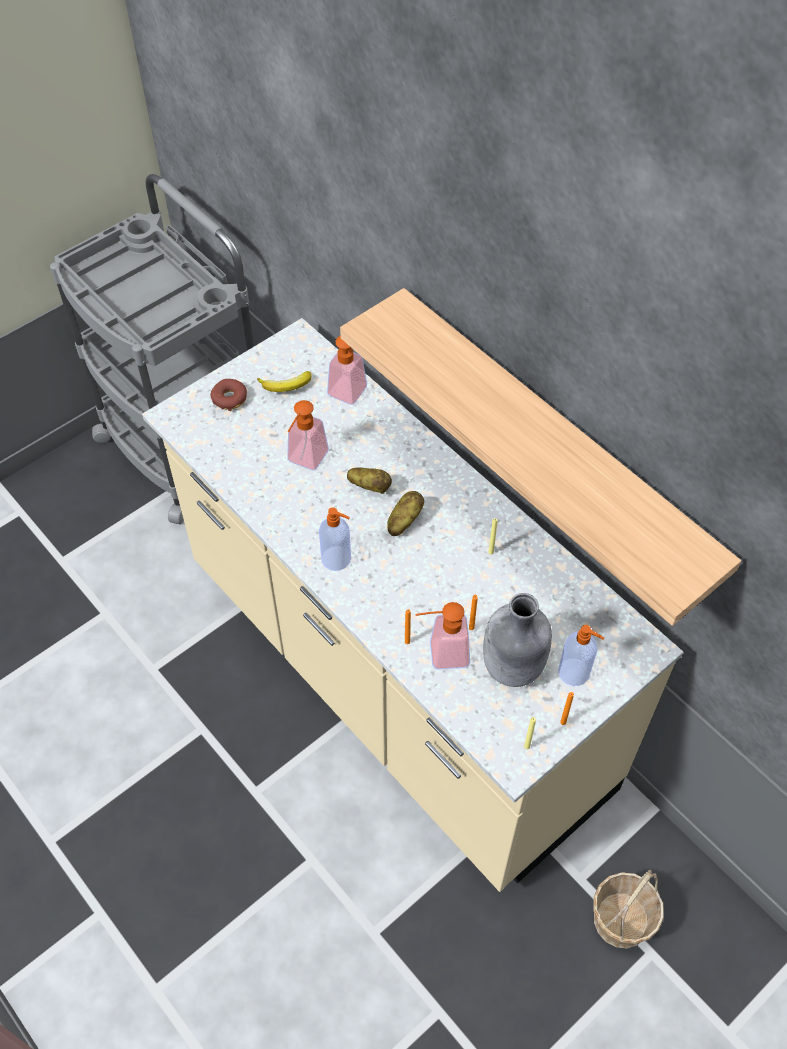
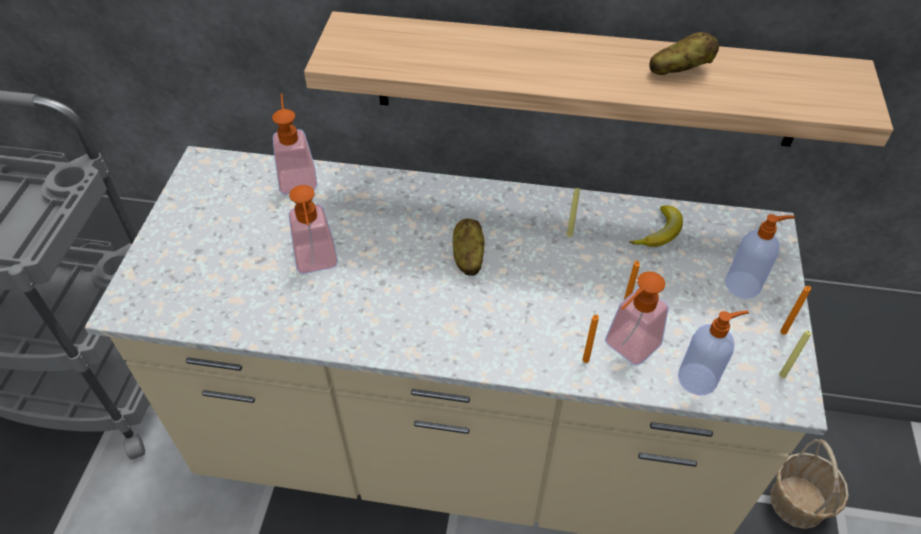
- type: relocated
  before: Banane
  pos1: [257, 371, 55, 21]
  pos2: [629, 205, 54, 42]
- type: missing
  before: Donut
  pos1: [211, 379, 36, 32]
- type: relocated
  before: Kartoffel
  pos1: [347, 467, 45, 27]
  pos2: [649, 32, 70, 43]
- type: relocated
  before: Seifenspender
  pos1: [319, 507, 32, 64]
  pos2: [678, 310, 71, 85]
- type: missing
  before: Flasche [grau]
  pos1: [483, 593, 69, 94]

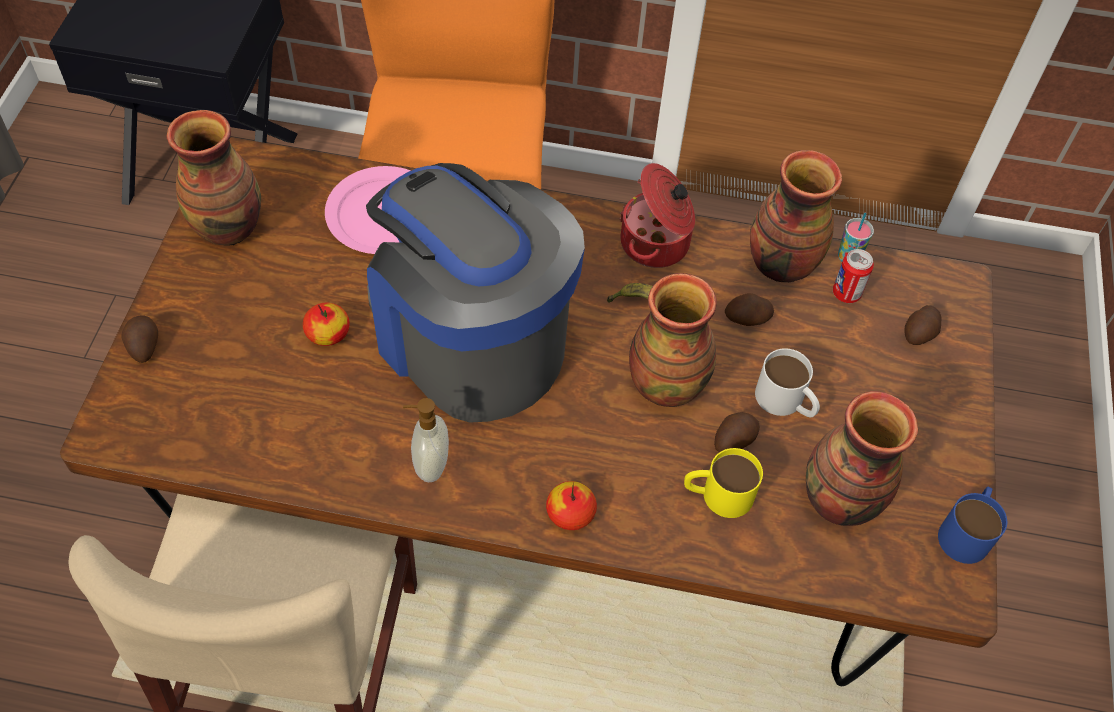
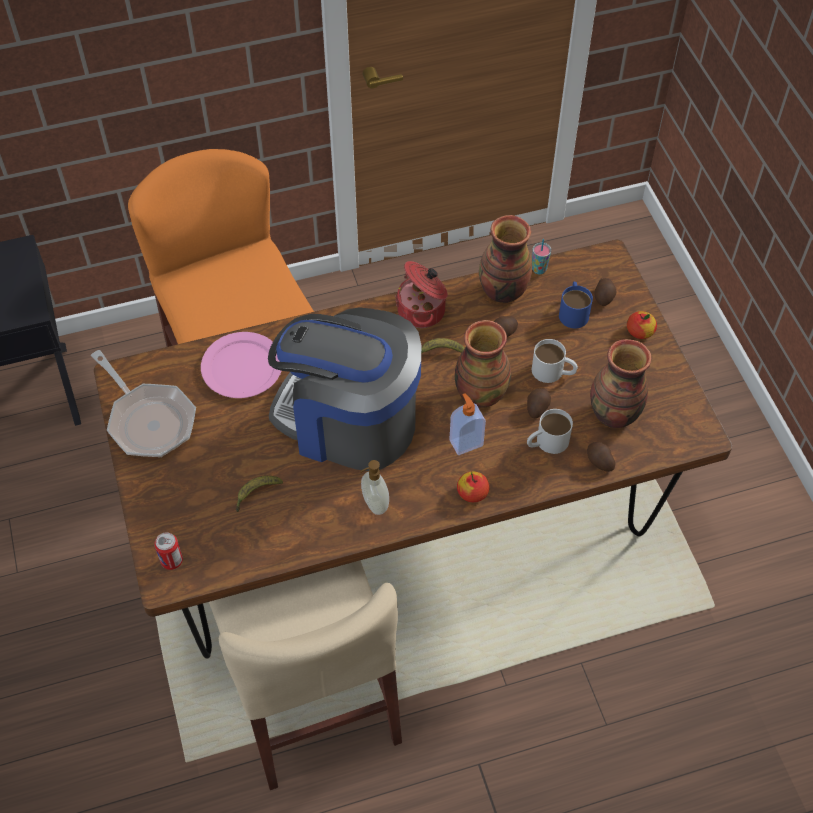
- type: exchanged
  before: Vase
  after: Pfanne
  pos1: [167, 110, 94, 136]
  pos2: [91, 350, 105, 107]
- type: relocated
  before: Dose
  pos1: [833, 249, 41, 54]
  pos2: [154, 532, 29, 38]
- type: relocated
  before: Apfel
  pos1: [303, 303, 47, 43]
  pos2: [627, 311, 30, 28]
- type: relocated
  before: Kartoffel
  pos1: [122, 315, 36, 48]
  pos2: [587, 442, 29, 30]
- type: colour
  before: Henkelbecher [gelb]
  after: Henkelbecher [weiß]
  pos1: [684, 448, 79, 70]
  pos2: [527, 409, 46, 45]
- type: relocated
  before: Henkelbecher [blau]
  pos1: [938, 486, 69, 78]
  pos2: [559, 282, 34, 46]
- type: appeared
  after: Seifenspender
  pos2: [449, 393, 37, 62]
- type: appeared
  after: Banane
  pos2: [236, 476, 47, 36]

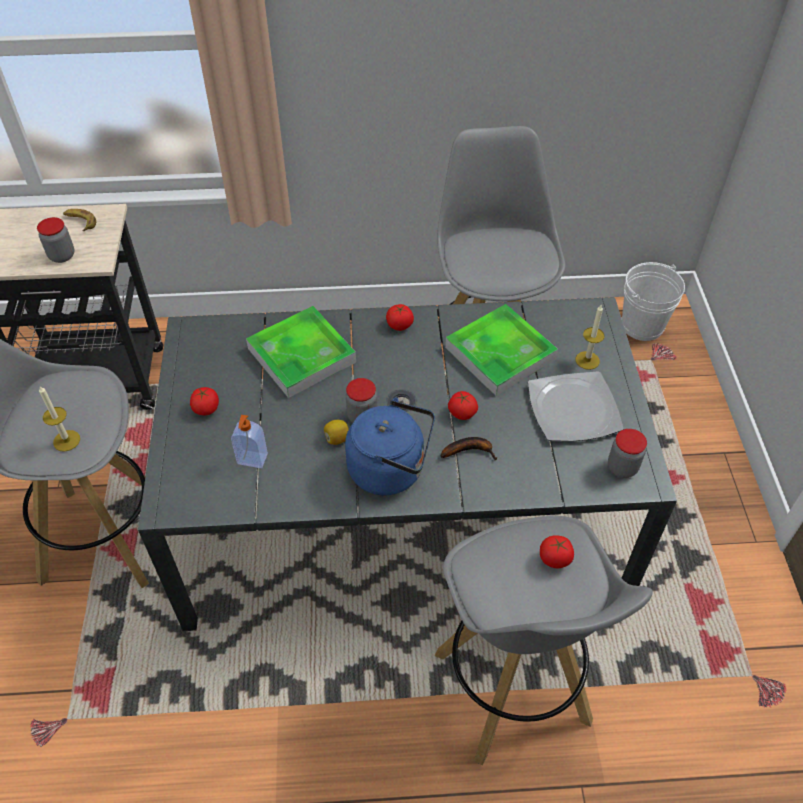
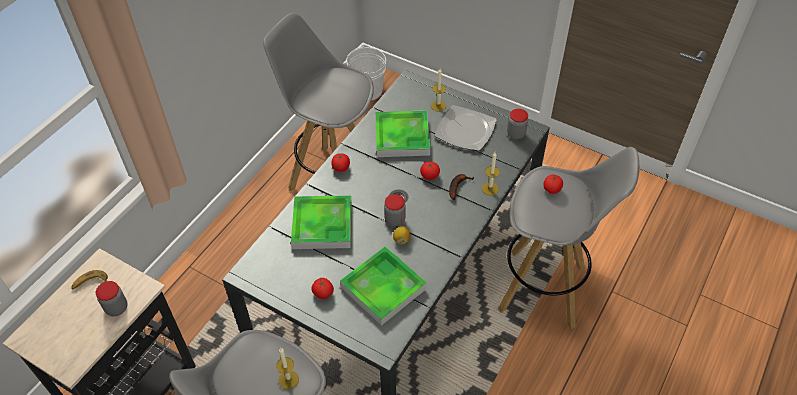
- type: missing
  before: Wasserkessel [blau]
  pos1: [345, 397, 90, 98]
- type: exchanged
  before: Seifenspender
  after: Tablett
  pos1: [231, 415, 37, 53]
  pos2: [340, 246, 87, 80]
- type: appeared
  after: Kerze
  pos2: [482, 152, 18, 43]

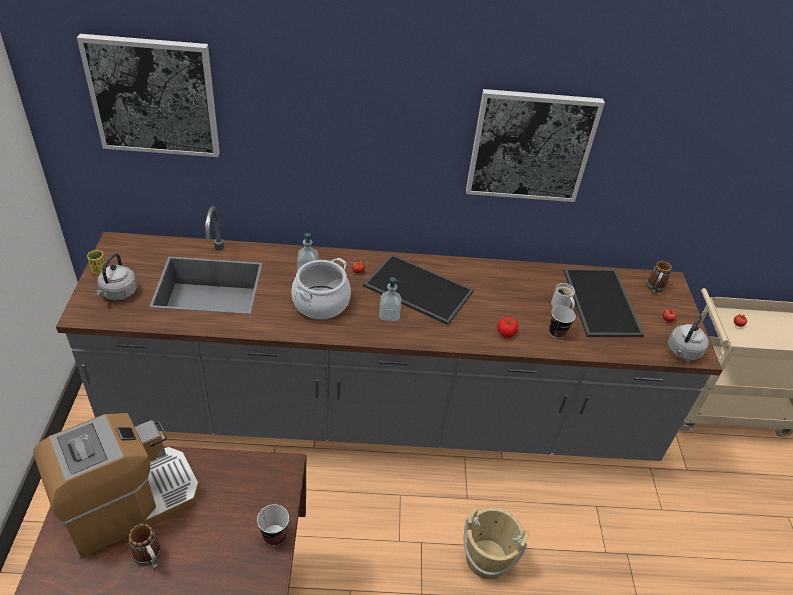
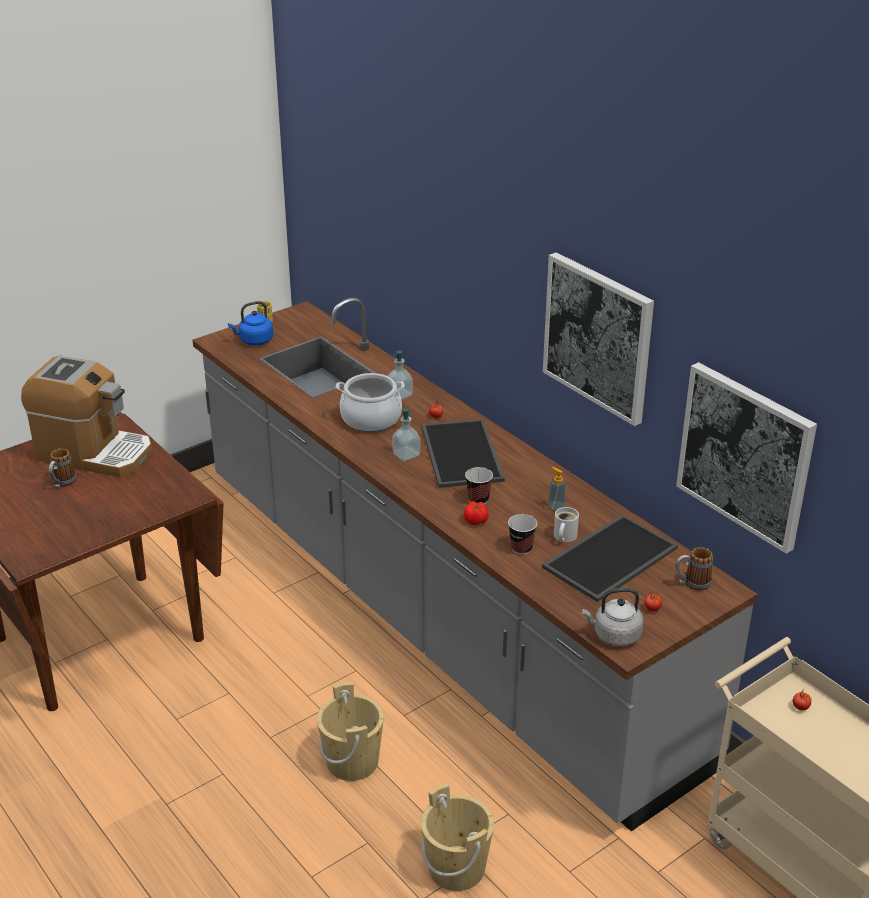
- type: relocated
  before: Bild
  pos1: [77, 34, 143, 123]
  pos2: [676, 362, 141, 192]
- type: colour
  before: Wasserkessel [grau]
  after: Wasserkessel [blau]
  pos1: [95, 253, 42, 48]
  pos2: [228, 301, 46, 44]
- type: relocated
  before: Tasse
  pos1: [257, 504, 32, 42]
  pos2: [465, 467, 28, 37]
- type: appeared
  after: Seifenspender
  pos2: [548, 467, 18, 45]
- type: appeared
  after: Eimer [beige]
  pos2: [421, 783, 73, 108]

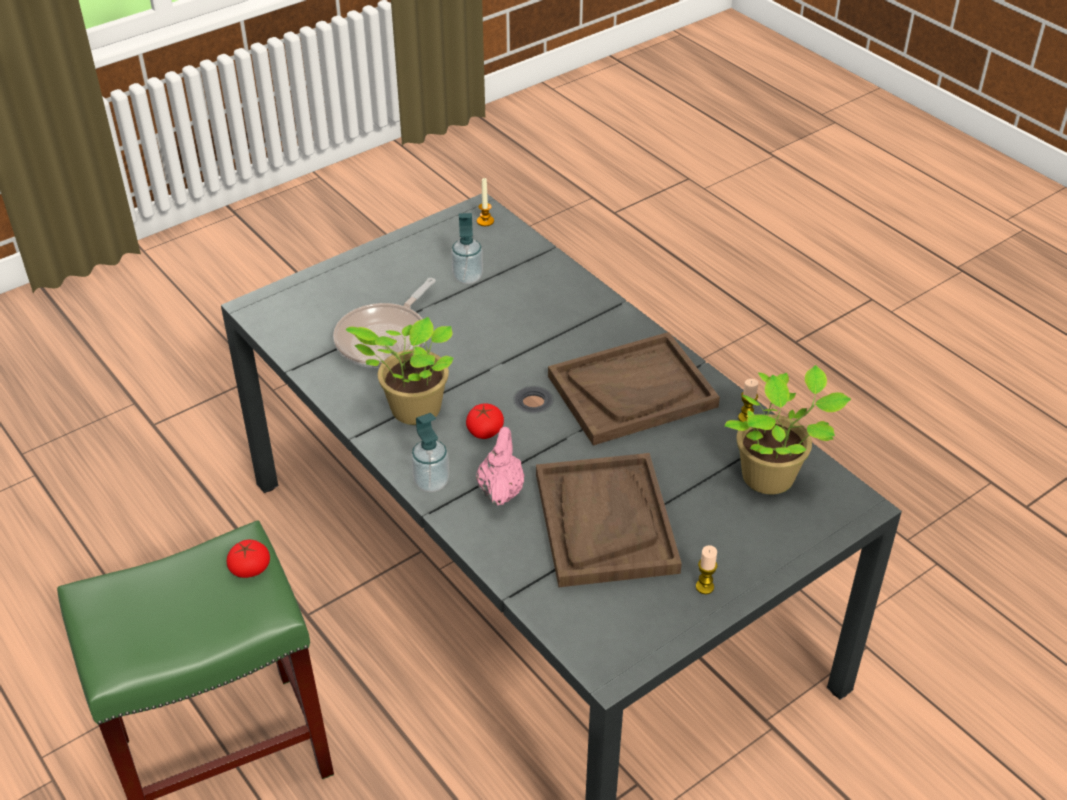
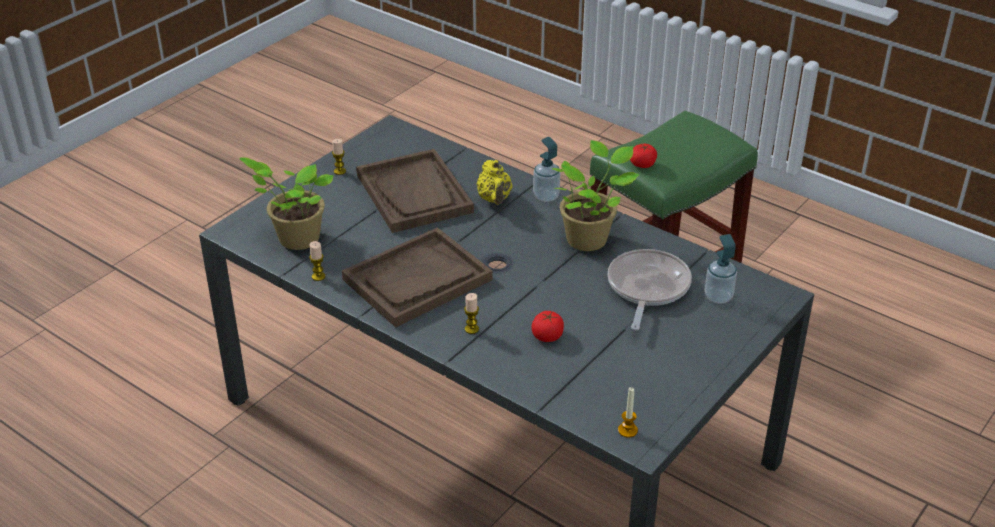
- type: relocated
  before: Seifenspender
  pos1: [451, 213, 32, 71]
  pos2: [705, 234, 32, 70]
- type: relocated
  before: Tomate
  pos1: [466, 403, 38, 36]
  pos2: [531, 311, 33, 31]
- type: colour
  before: Teekanne [rosa]
  after: Teekanne [gelb]
  pos1: [476, 427, 49, 79]
  pos2: [476, 160, 37, 45]
- type: appeared
  after: Kerze
  pos2: [464, 293, 15, 41]

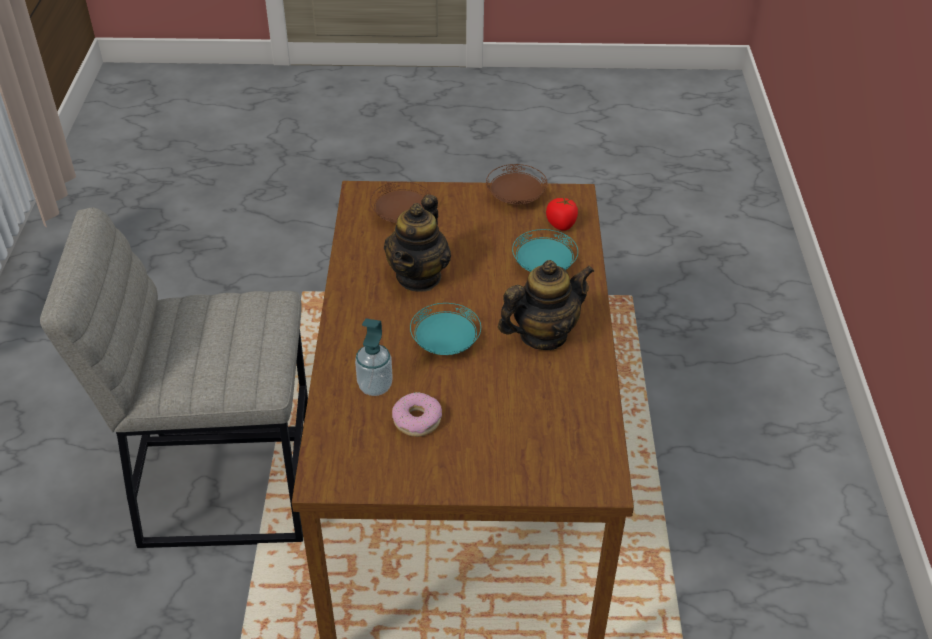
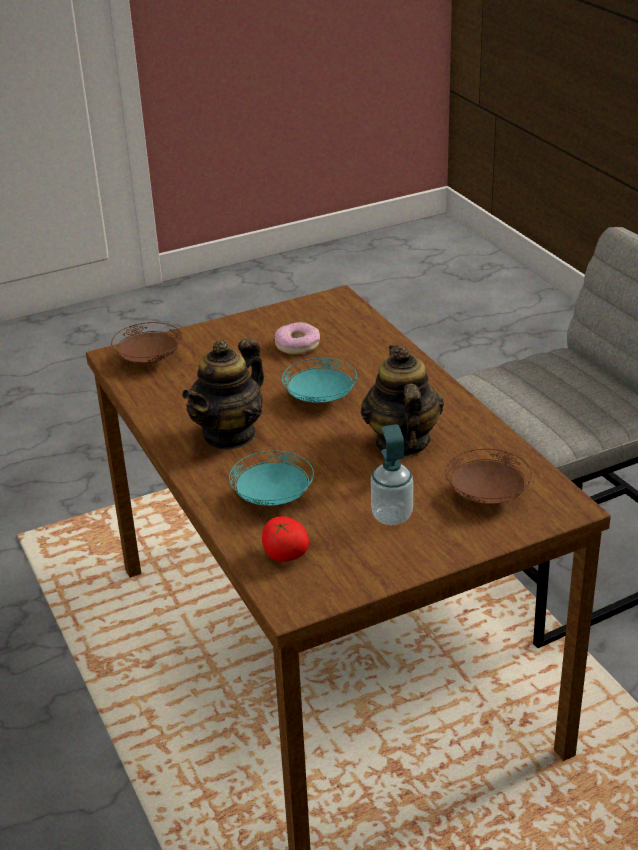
- type: relocated
  before: Teller [braun]
  pos1: [486, 164, 62, 40]
  pos2: [111, 322, 72, 41]
- type: relocated
  before: Seifenspender
  pos1: [355, 319, 38, 77]
  pos2: [371, 424, 42, 101]

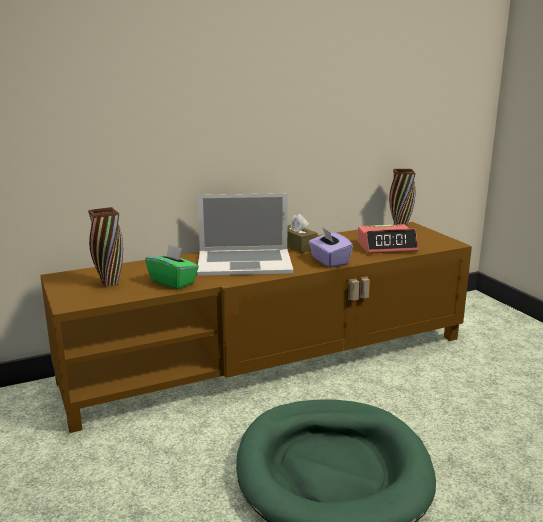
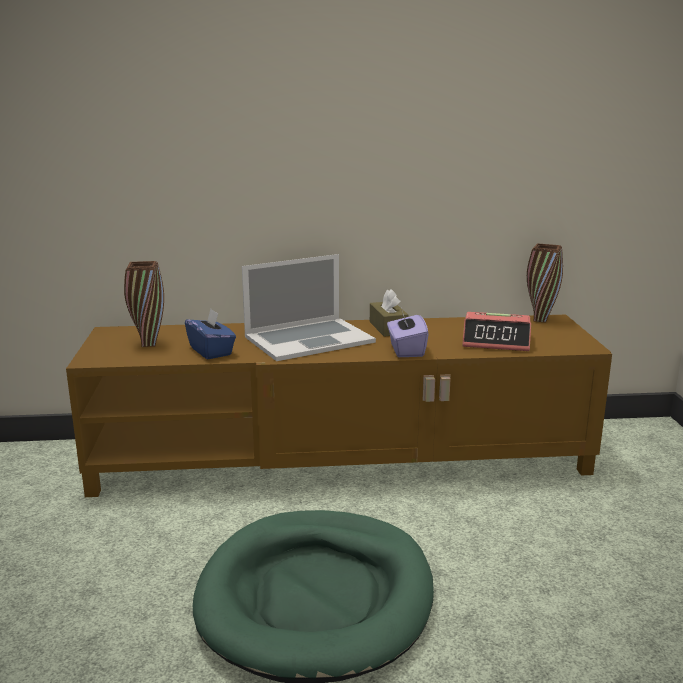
- type: spun
  before: Laptop
  pos1: [197, 193, 96, 83]
  pos2: [242, 254, 134, 107]
  turn: -45
- type: colour
  before: Taschentuchbox [grün]
  after: Taschentuchbox [blau]
  pos1: [145, 244, 54, 45]
  pos2: [185, 309, 51, 50]

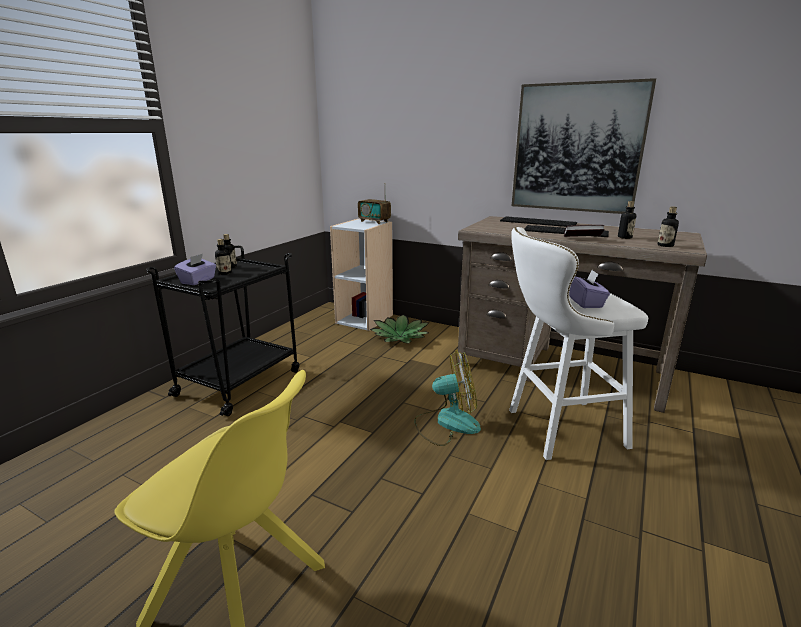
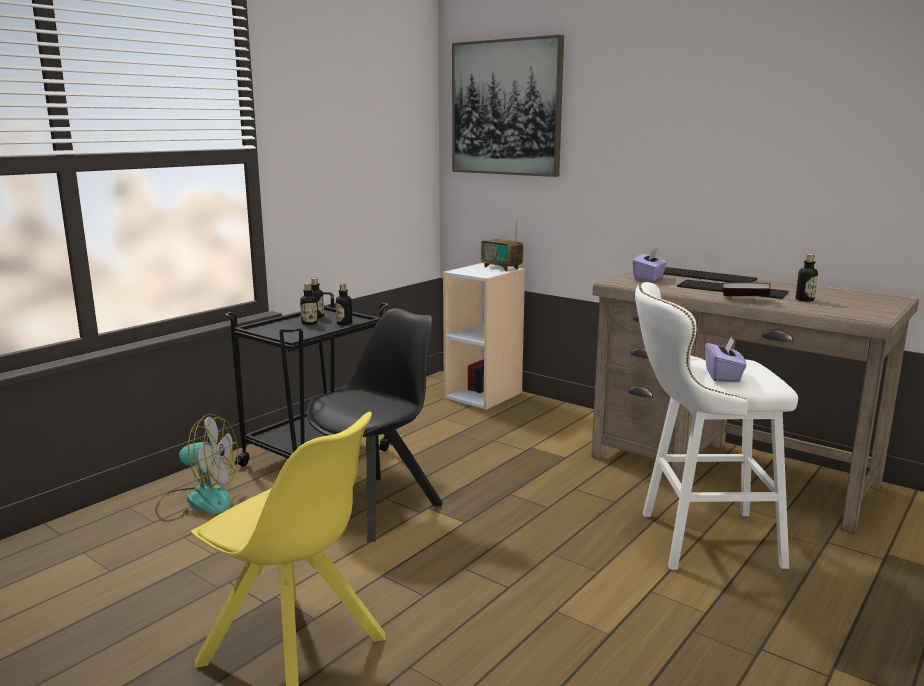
- type: relocated
  before: Bild
  pos1: [512, 78, 144, 136]
  pos2: [452, 35, 112, 142]
- type: relocated
  before: Flasche
  pos1: [658, 206, 21, 41]
  pos2: [336, 284, 16, 41]
- type: relocated
  before: Taschentuchbox [lila]
  pos1: [174, 254, 42, 31]
  pos2: [633, 249, 34, 33]
- type: missing
  before: Topfpflanze
  pos1: [370, 314, 60, 30]
- type: relocated
  before: Ventilator
  pos1: [414, 350, 67, 96]
  pos2: [155, 414, 83, 108]
- type: appeared
  after: Stuhl [schwarz]
  pos2: [307, 308, 135, 234]

